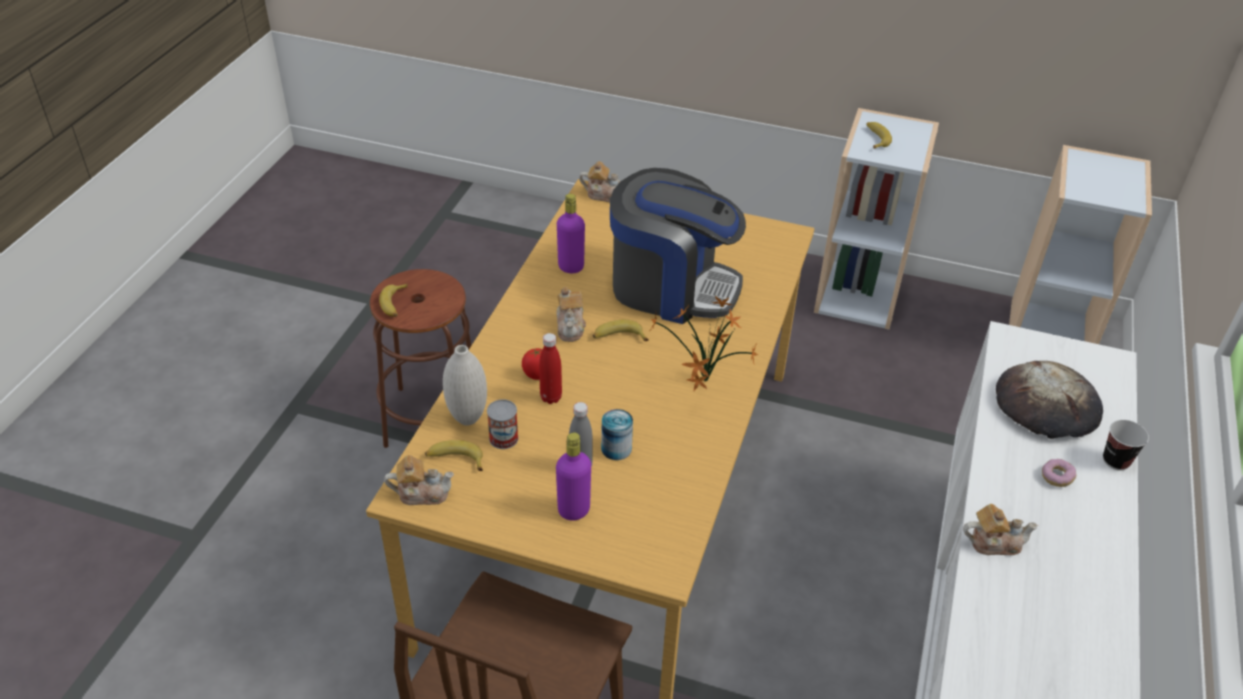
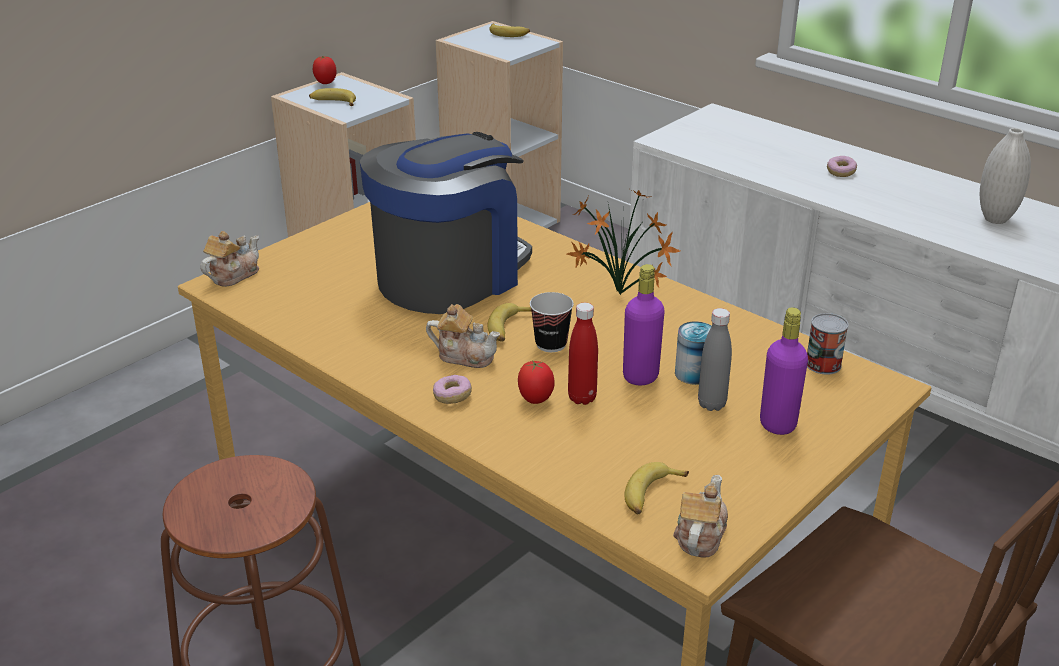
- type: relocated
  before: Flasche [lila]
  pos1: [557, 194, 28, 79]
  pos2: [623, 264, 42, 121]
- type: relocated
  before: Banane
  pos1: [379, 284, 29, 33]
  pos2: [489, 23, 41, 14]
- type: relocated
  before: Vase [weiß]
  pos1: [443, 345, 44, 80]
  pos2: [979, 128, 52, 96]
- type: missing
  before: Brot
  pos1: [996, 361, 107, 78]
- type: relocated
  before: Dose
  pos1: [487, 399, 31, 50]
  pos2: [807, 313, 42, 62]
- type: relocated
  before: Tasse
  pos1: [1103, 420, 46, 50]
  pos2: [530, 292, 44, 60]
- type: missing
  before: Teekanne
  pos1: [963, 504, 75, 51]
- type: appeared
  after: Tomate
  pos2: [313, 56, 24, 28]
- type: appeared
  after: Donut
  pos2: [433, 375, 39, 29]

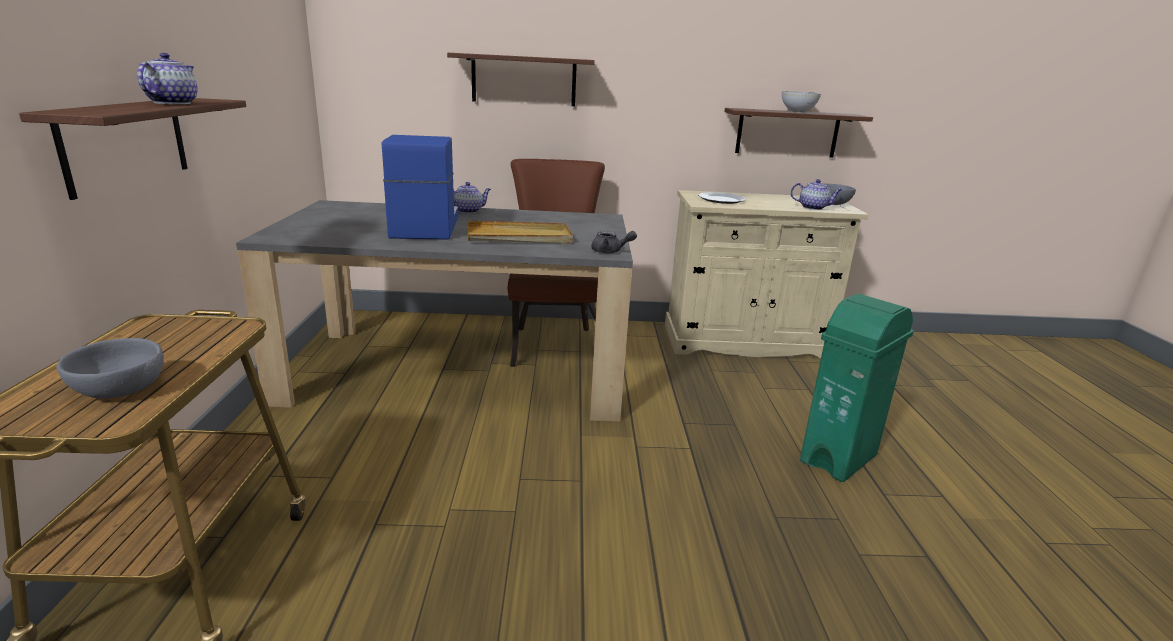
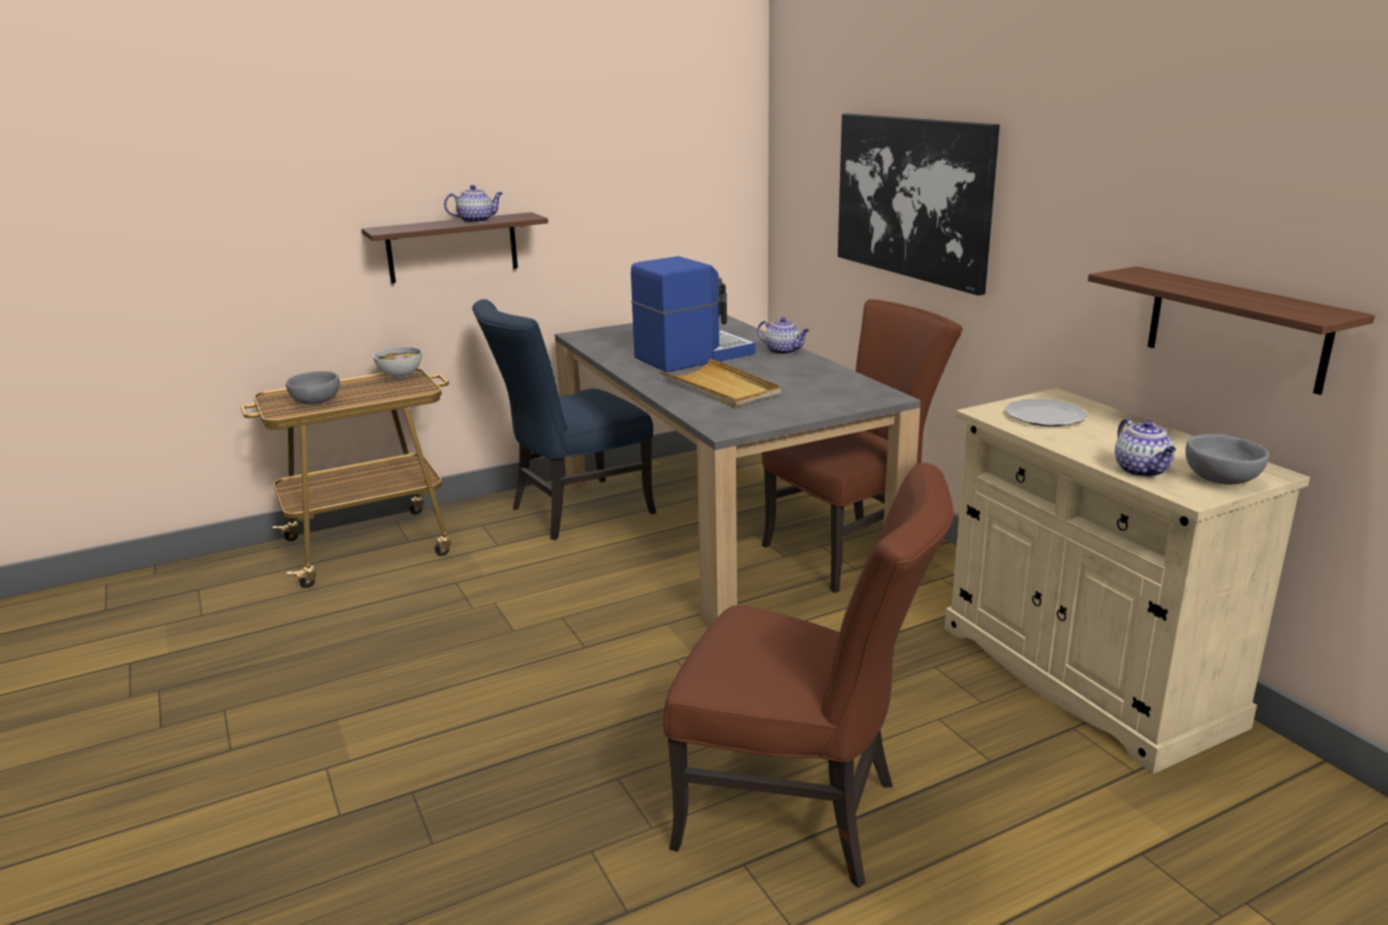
- type: exchanged
  before: Wandregal
  after: Bild
  pos1: [447, 53, 147, 53]
  pos2: [838, 113, 162, 182]
- type: relocated
  before: Schüssel
  pos1: [782, 91, 39, 22]
  pos2: [373, 347, 49, 31]
- type: missing
  before: Teekanne [grau]
  pos1: [591, 231, 46, 22]
- type: exchanged
  before: Mülleimer [grün]
  after: Stuhl [braun]
  pos1: [800, 294, 114, 188]
  pos2: [663, 463, 291, 425]
- type: appeared
  after: Stuhl [blau]
  pos2: [472, 299, 184, 241]

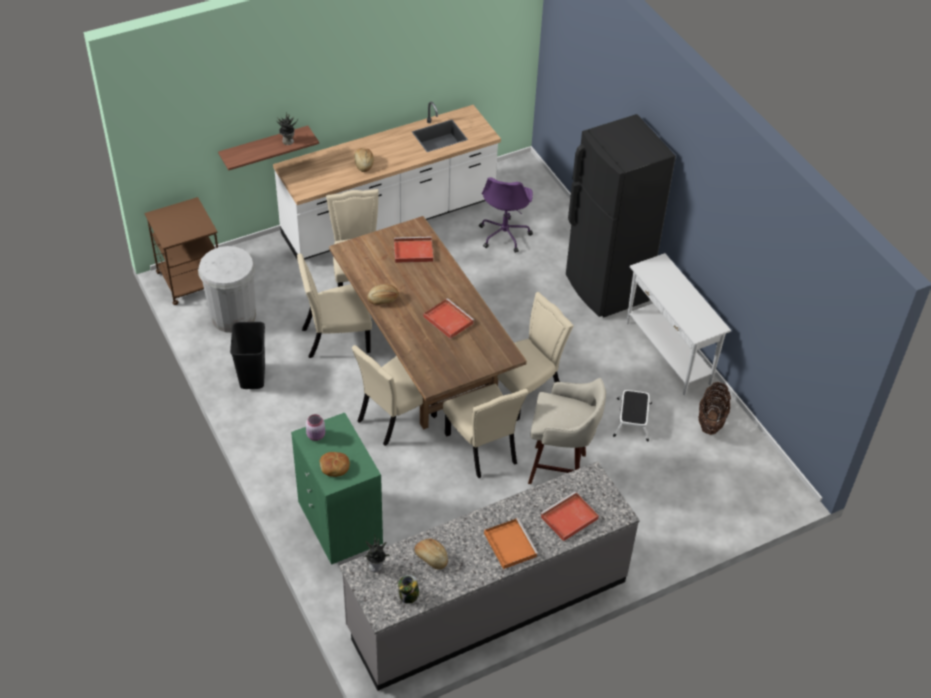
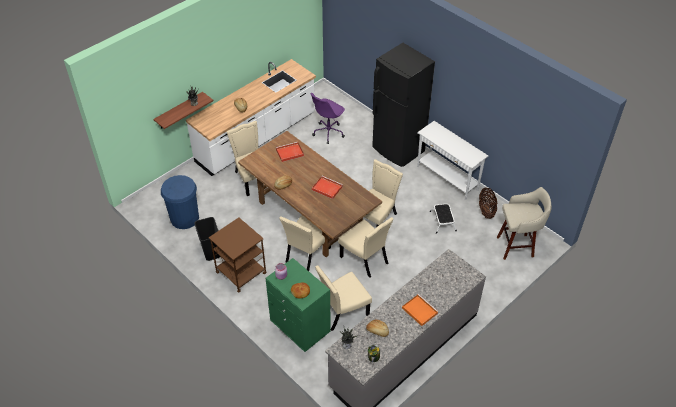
- type: spun
  before: Bürostuhl [lila]
  pos1: [479, 177, 54, 76]
  pos2: [311, 93, 34, 51]
  turn: 45
- type: relocated
  before: Rollwagen [braun]
  pos1: [145, 197, 73, 108]
  pos2: [209, 217, 57, 75]
- type: colour
  before: Mülleimer [weiß]
  after: Mülleimer [blau]
  pos1: [198, 246, 58, 87]
  pos2: [161, 175, 38, 54]
- type: relocated
  before: Stuhl [beige]
  pos1: [297, 253, 75, 105]
  pos2: [315, 265, 57, 66]
- type: relocated
  before: Hocker [beige]
  pos1: [528, 378, 78, 106]
  pos2: [497, 187, 55, 73]
- type: missing
  before: Tablett [rot]
  pos1: [540, 492, 59, 49]

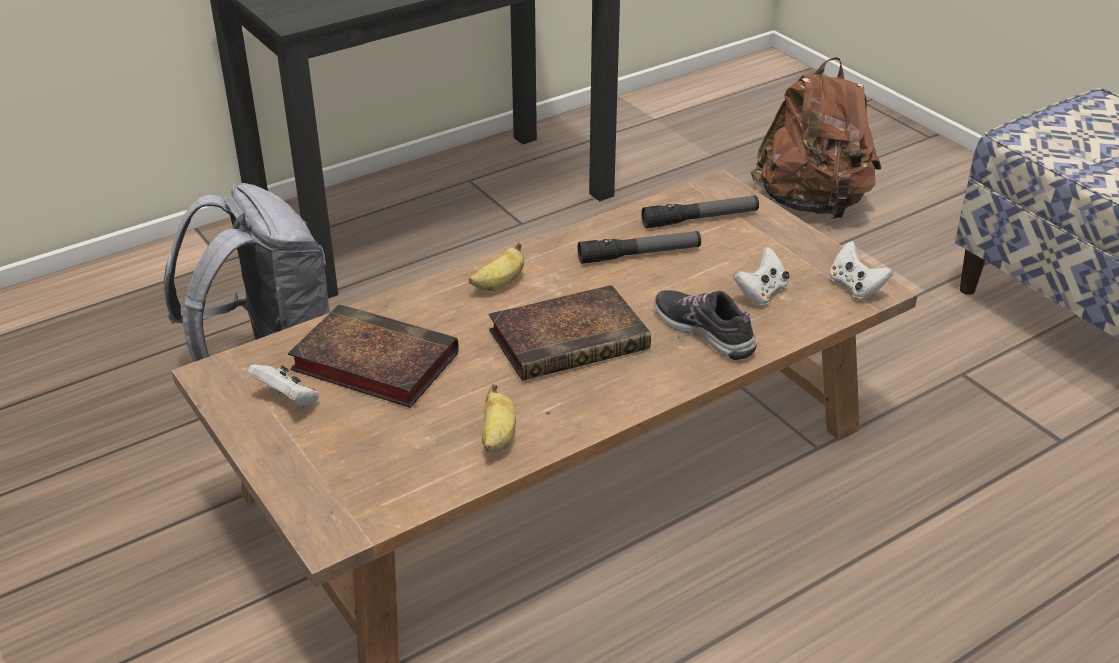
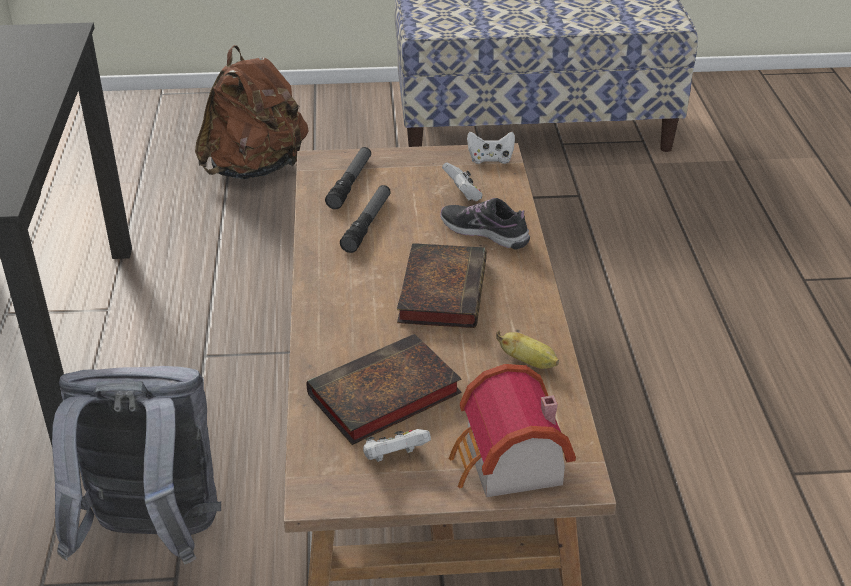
- type: missing
  before: Banane
  pos1: [469, 242, 55, 49]
- type: spun
  before: Schuh
  pos1: [654, 290, 103, 70]
  pos2: [440, 198, 90, 52]
  turn: 45
- type: appeared
  after: Spielzeughaus
  pos2: [449, 364, 127, 133]

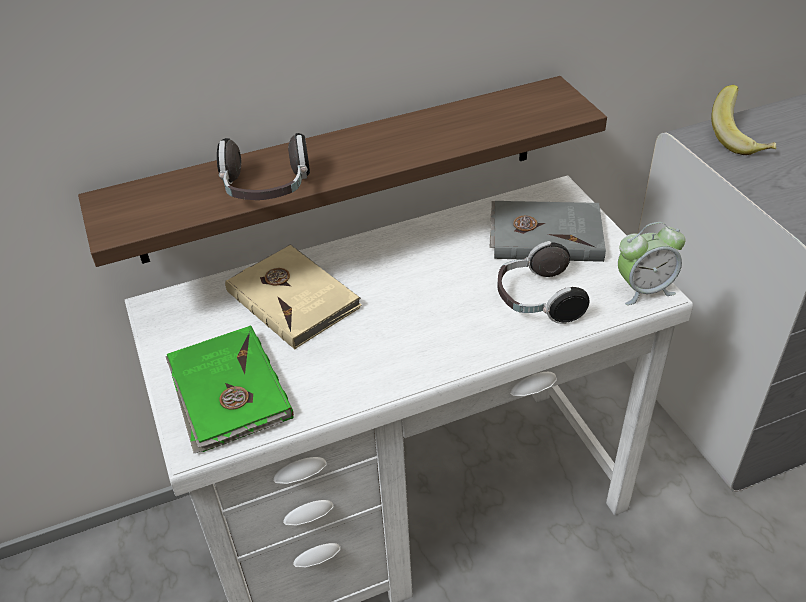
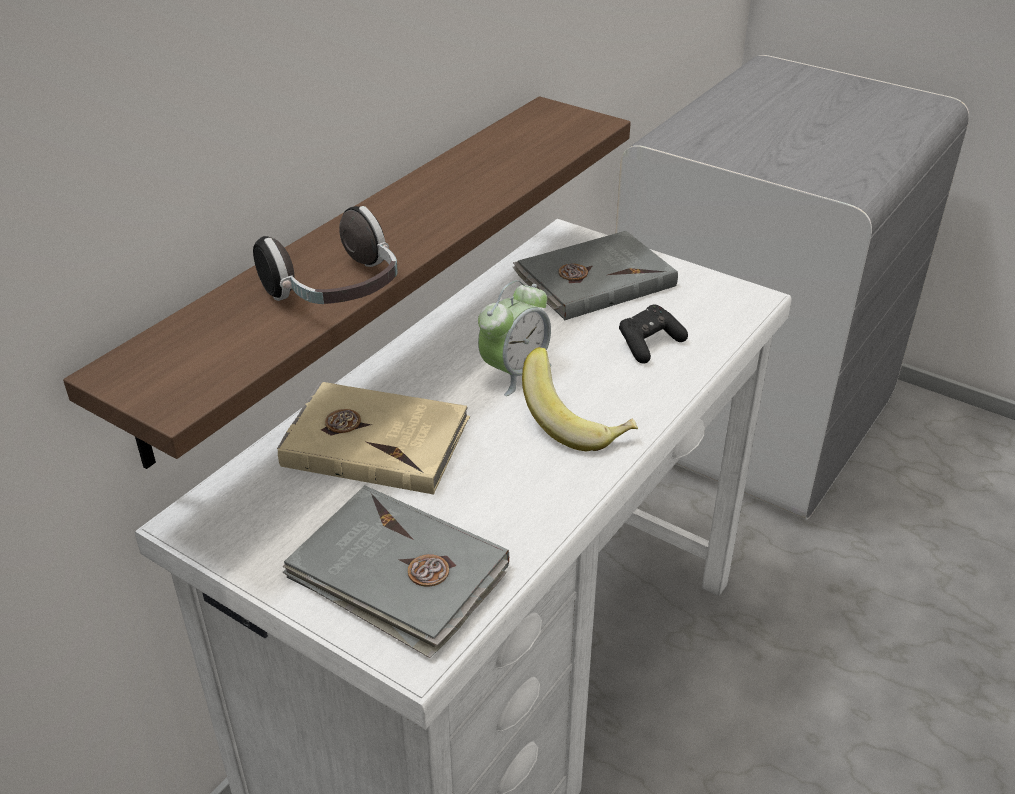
- type: relocated
  before: Banane
  pos1: [711, 85, 65, 70]
  pos2: [522, 347, 116, 104]
- type: relocated
  before: Wecker
  pos1: [618, 222, 67, 83]
  pos2: [478, 280, 74, 116]
- type: exchanged
  before: Kopfhörer
  after: Gamepad [schwarz]
  pos1: [498, 241, 91, 83]
  pos2: [619, 305, 69, 59]
- type: colour
  before: Buch [grün]
  after: Buch [grau]
  pos1: [165, 325, 129, 128]
  pos2: [283, 485, 226, 173]

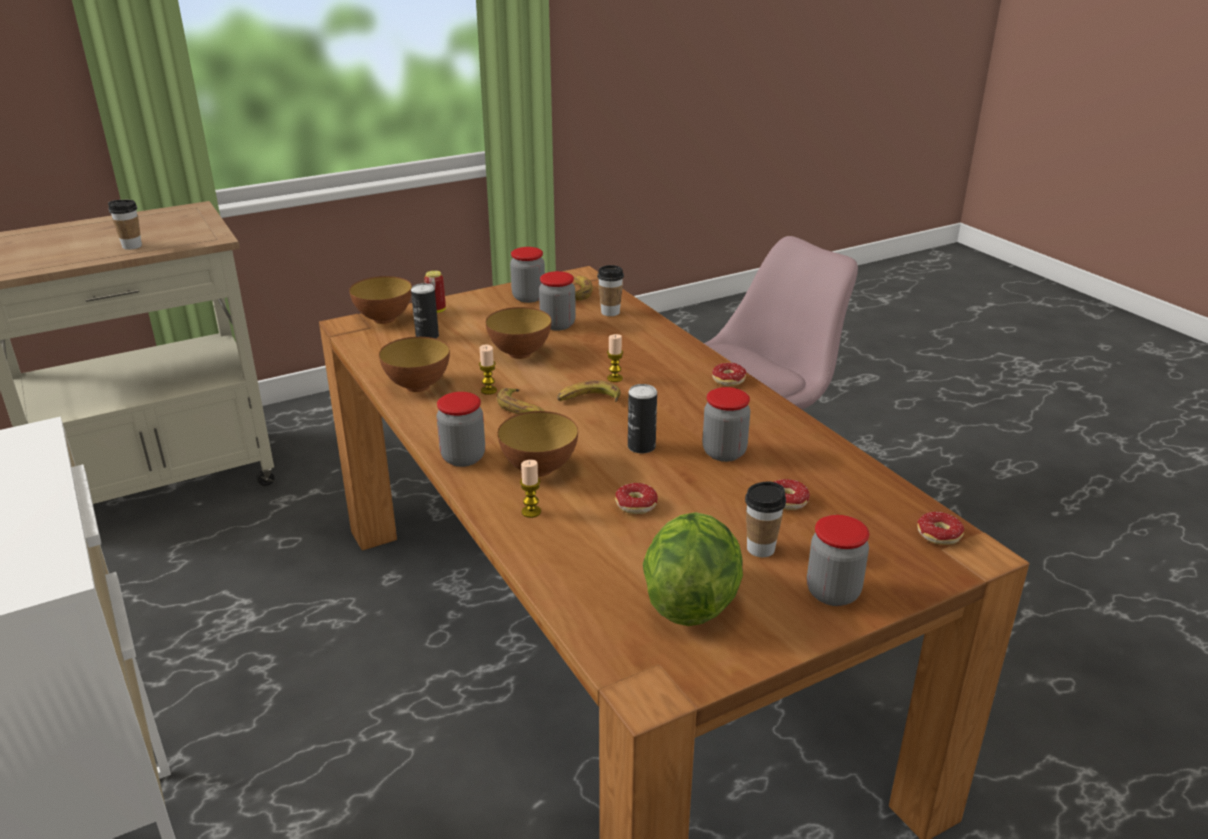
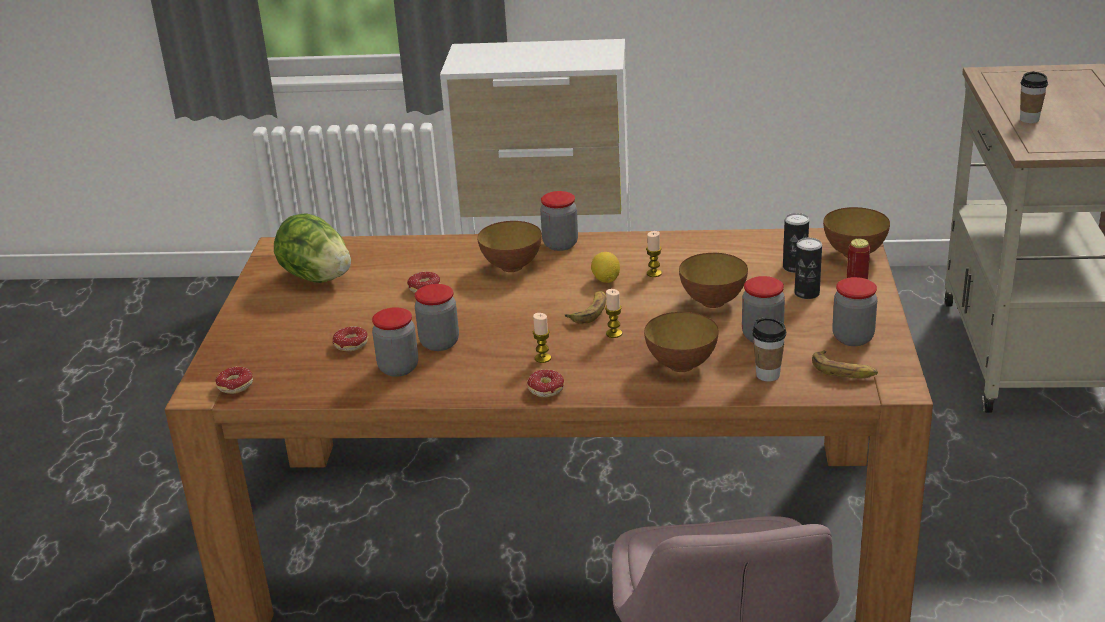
- type: relocated
  before: Schüssel
  pos1: [379, 337, 71, 55]
  pos2: [644, 312, 75, 60]
- type: relocated
  before: Dose
  pos1: [628, 384, 29, 69]
  pos2: [795, 238, 27, 61]
- type: exchanged
  before: Banane
  after: Zitrone
  pos1: [497, 388, 47, 26]
  pos2: [591, 252, 29, 31]
- type: relocated
  before: Kerze
  pos1: [520, 460, 21, 58]
  pos2: [533, 313, 18, 50]
- type: missing
  before: Tasse
  pos1: [745, 482, 41, 75]
- type: relocated
  before: Vorratsglas
  pos1: [807, 515, 62, 91]
  pos2: [372, 307, 46, 70]

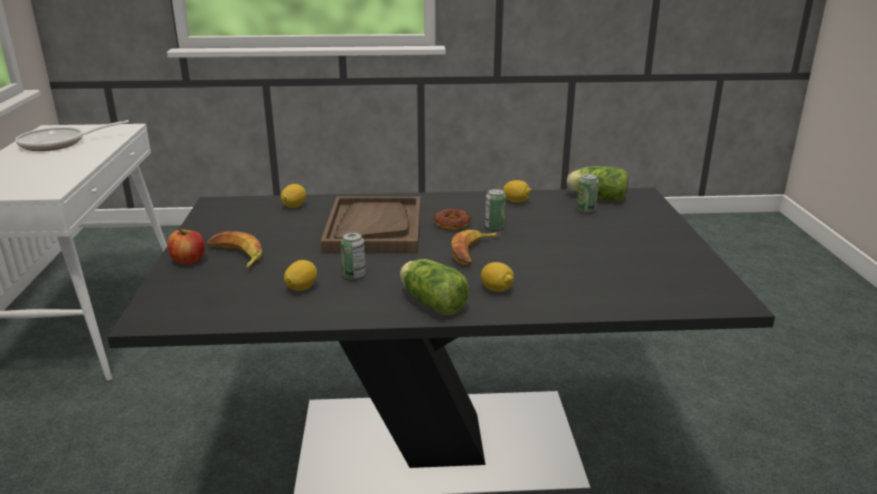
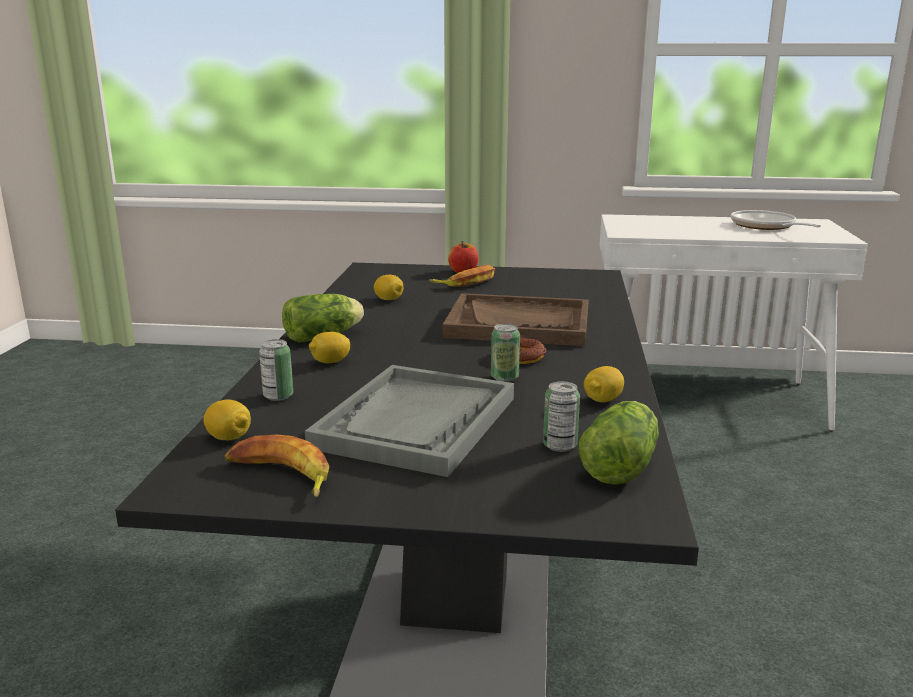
- type: relocated
  before: Zitrone
  pos1: [281, 184, 25, 24]
  pos2: [204, 399, 47, 41]
- type: relocated
  before: Banane
  pos1: [451, 230, 50, 35]
  pos2: [224, 435, 106, 63]
- type: relocated
  before: Dose
  pos1: [341, 232, 25, 48]
  pos2: [259, 339, 34, 62]
- type: appeared
  after: Tablett [grau]
  pos2: [305, 365, 209, 112]

